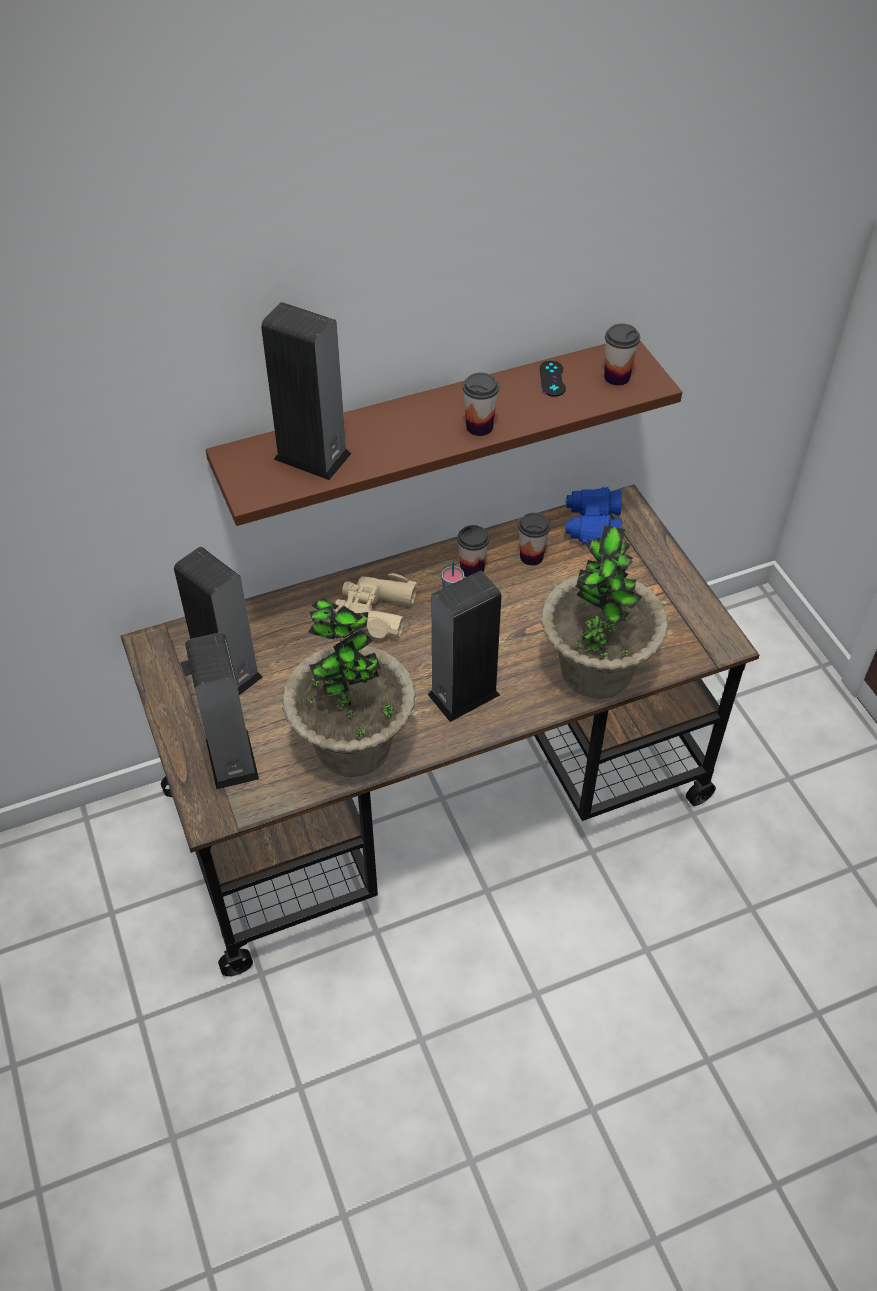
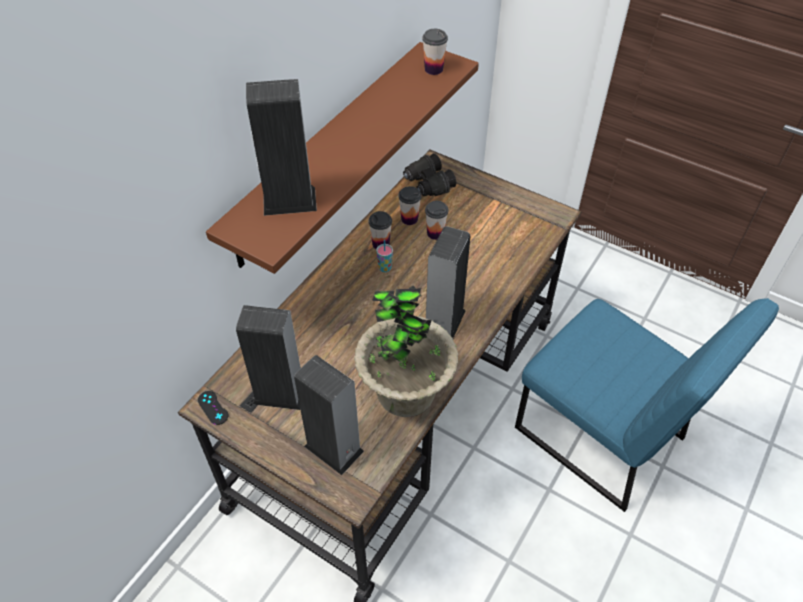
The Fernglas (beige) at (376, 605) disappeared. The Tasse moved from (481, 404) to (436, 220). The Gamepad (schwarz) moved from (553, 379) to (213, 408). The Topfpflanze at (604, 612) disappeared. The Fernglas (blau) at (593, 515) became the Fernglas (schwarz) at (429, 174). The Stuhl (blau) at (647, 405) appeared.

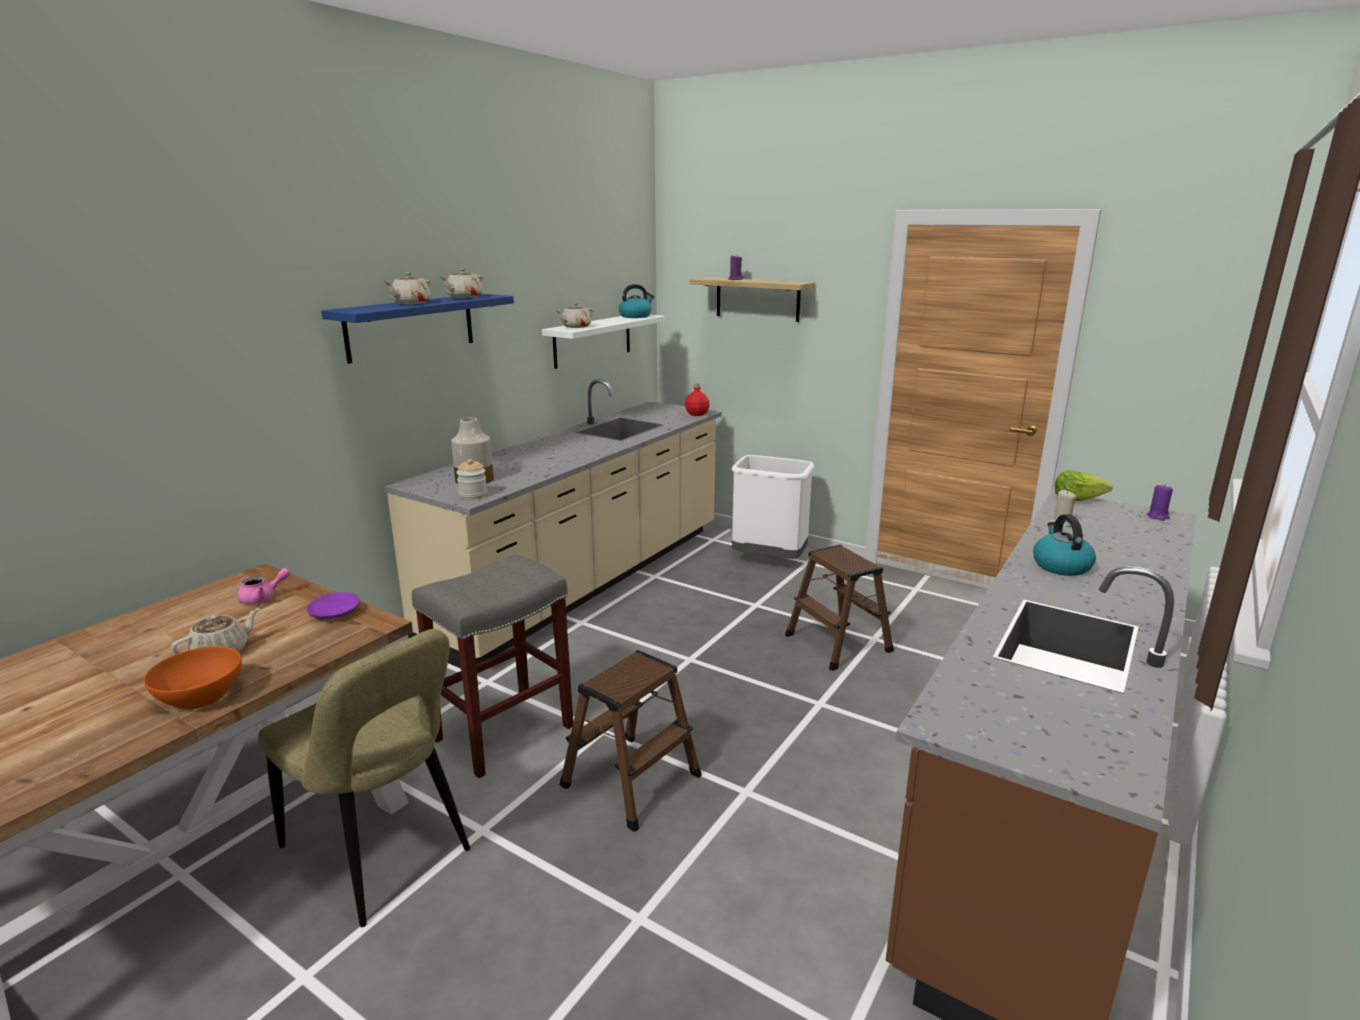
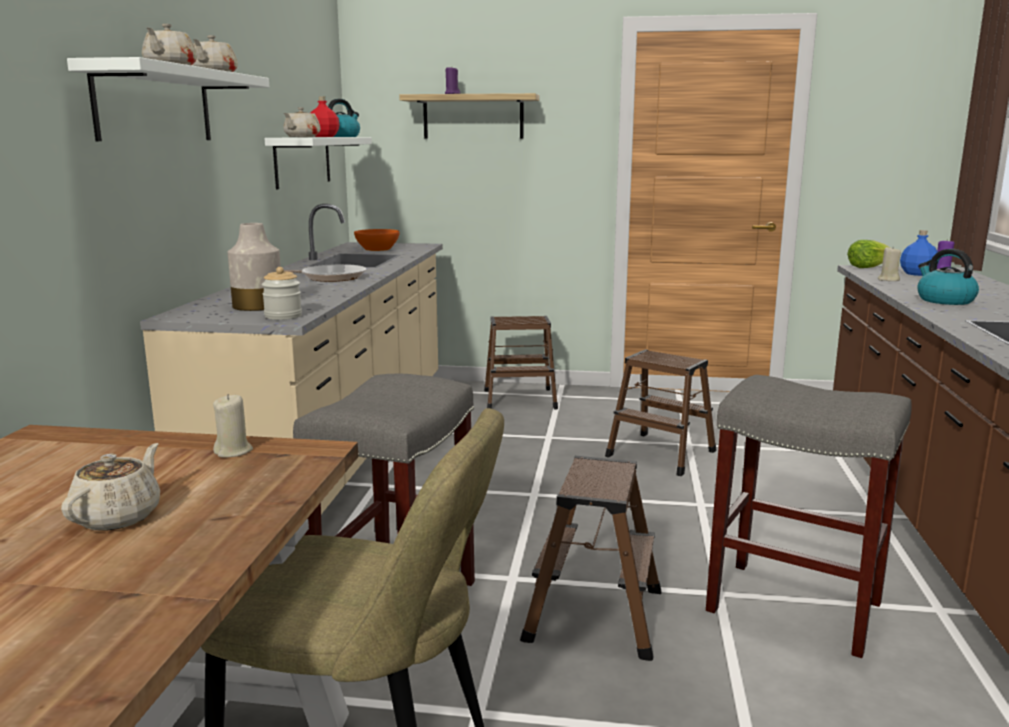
The Schüssel (orange) moved from (193, 678) to (377, 240). The Teekanne (rosa) at (264, 586) disappeared. The Teller (lila) at (333, 605) was replaced by the Kerze (beige) at (233, 425). The Wandregal (blau) at (417, 329) became the Wandregal (weiß) at (168, 99). The Flasche (rot) moved from (697, 400) to (325, 116). The Mülleimer (weiß) at (773, 507) was replaced by the Trittleiter (braun) at (521, 363). The Pfanne at (325, 273) appeared. The Hocker (grau) at (809, 516) appeared. The Flasche (blau) at (919, 253) appeared.

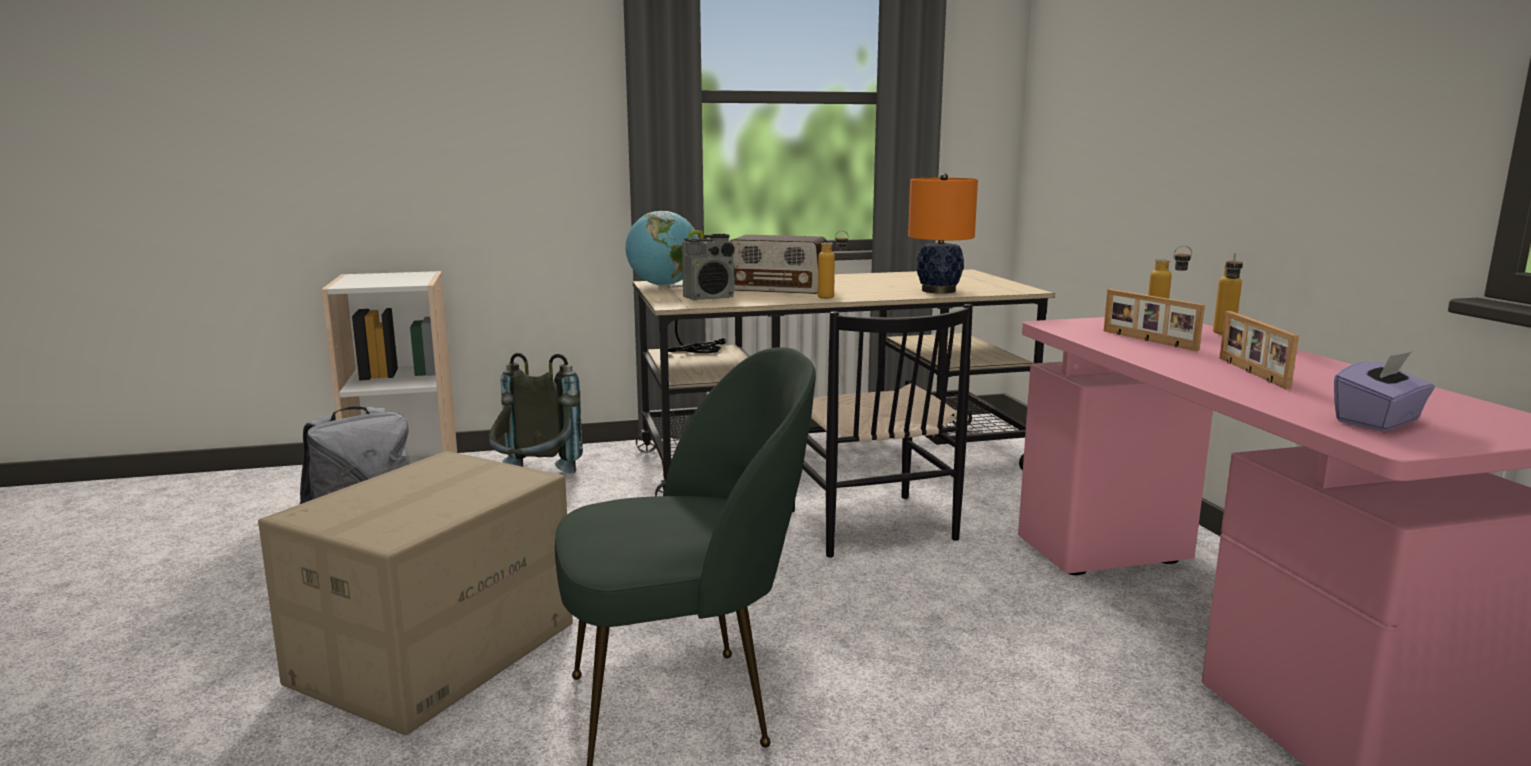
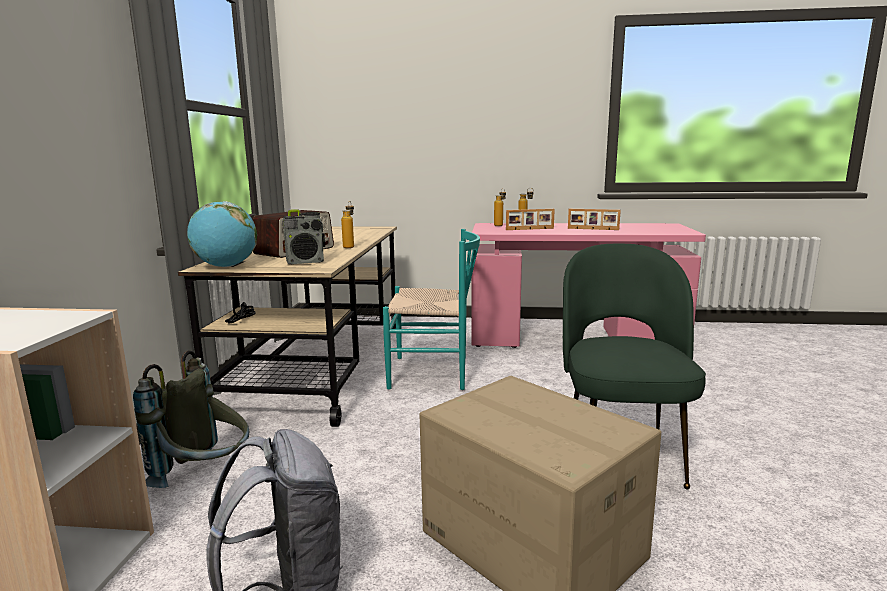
The Radio at (709, 265) turned 75 degrees clockwise. The Stuhl (schwarz) at (882, 431) became the Stuhl (türkis) at (431, 309). The Tischlampe (orange) at (943, 233) disappeared. The Taschentuchbox (lila) at (1384, 391) disappeared.

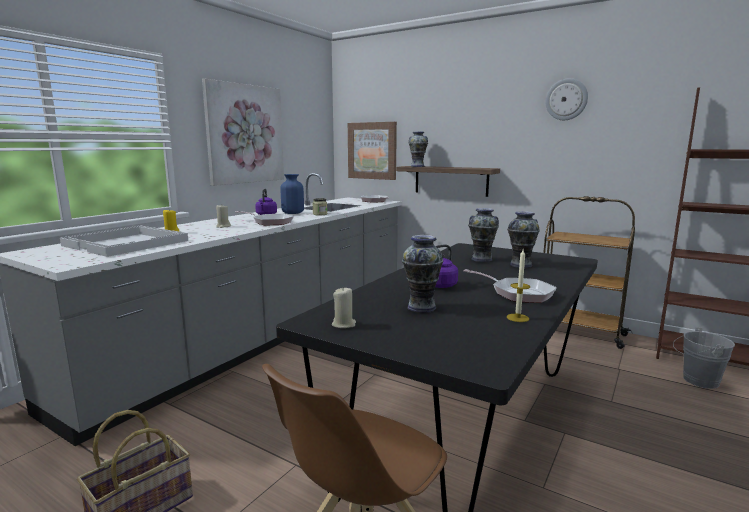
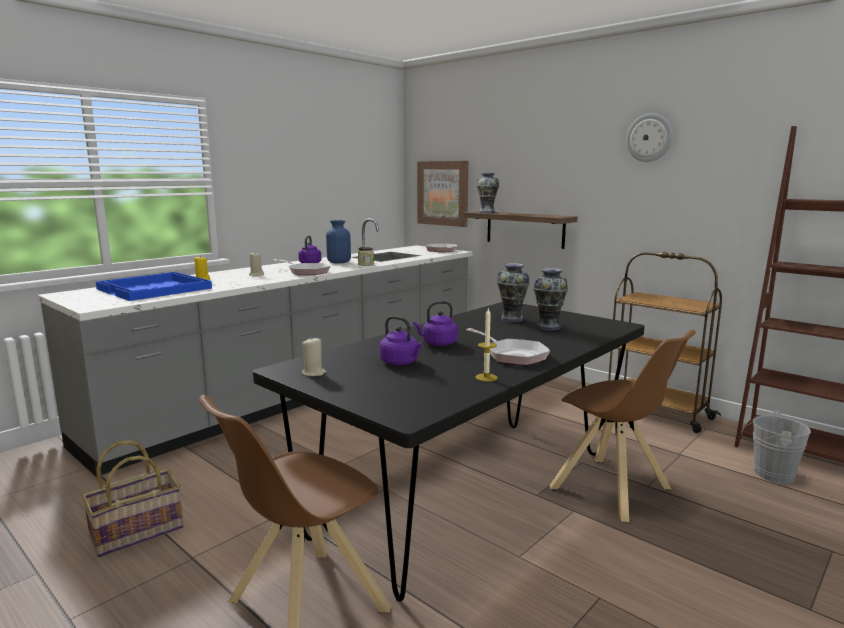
The Tablett (weiß) at (124, 241) became the Tablett (blau) at (154, 286). The Bild at (243, 132) disappeared. The Vase at (422, 274) was replaced by the Wasserkessel (lila) at (401, 340). The Stuhl (braun) at (623, 426) appeared.

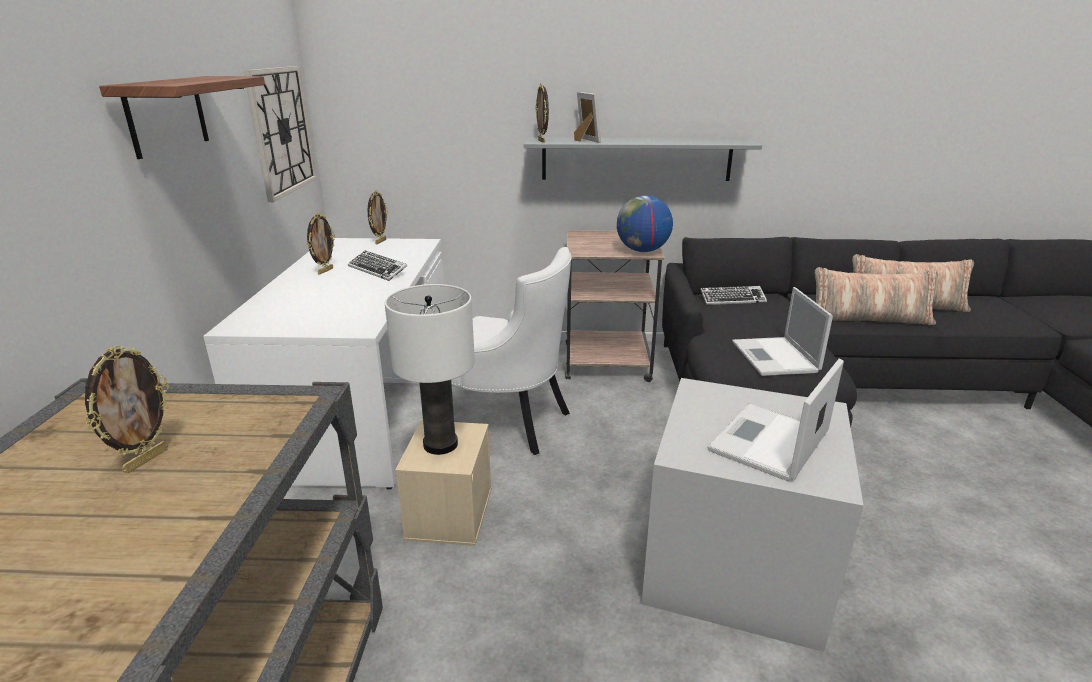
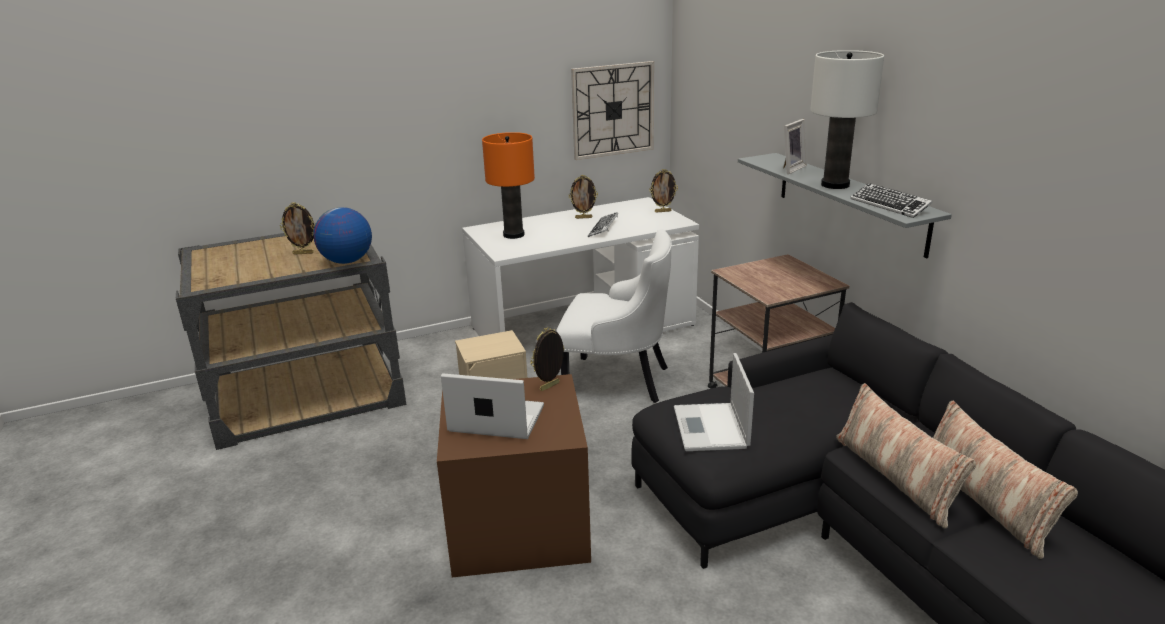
The Wandregal at (182, 117) disappeared. The Tischlampe (weiß) moved from (430, 369) to (847, 119). The Stuhl (weiß) at (511, 351) turned 75 degrees counterclockwise. The Bilderrahmen moved from (542, 113) to (547, 359). The Globus moved from (645, 223) to (342, 235). The Aufbewahrungsbox (grau) at (753, 515) became the Aufbewahrungsbox (braun) at (514, 476). The Tastatur moved from (733, 295) to (891, 200). The Laptop at (782, 331) turned 60 degrees counterclockwise. The Tischlampe (orange) at (508, 185) appeared.

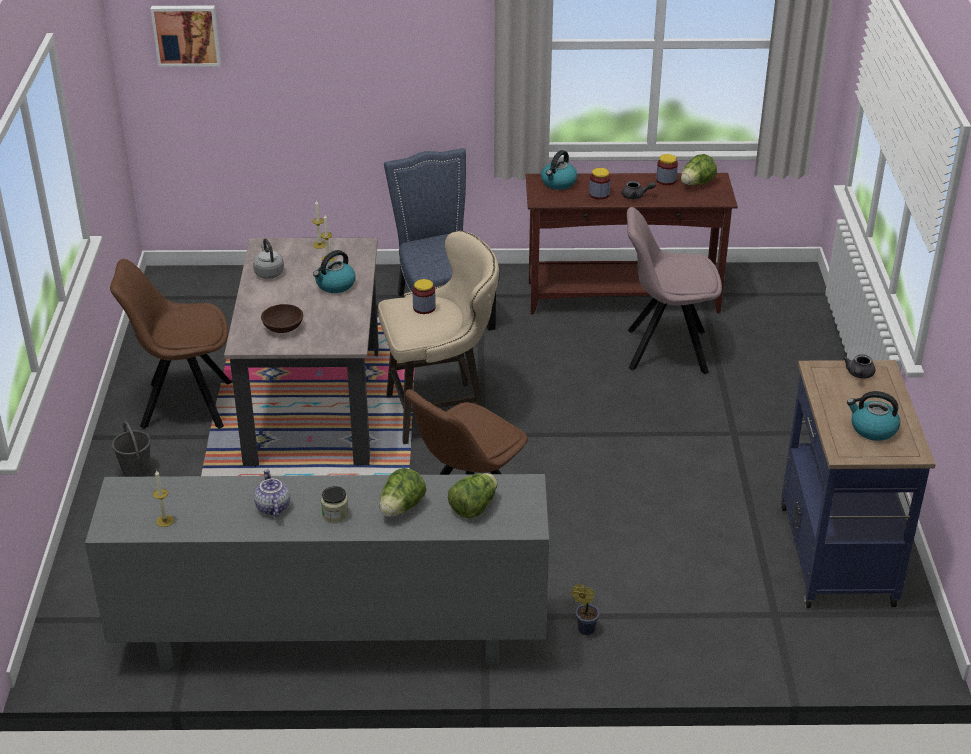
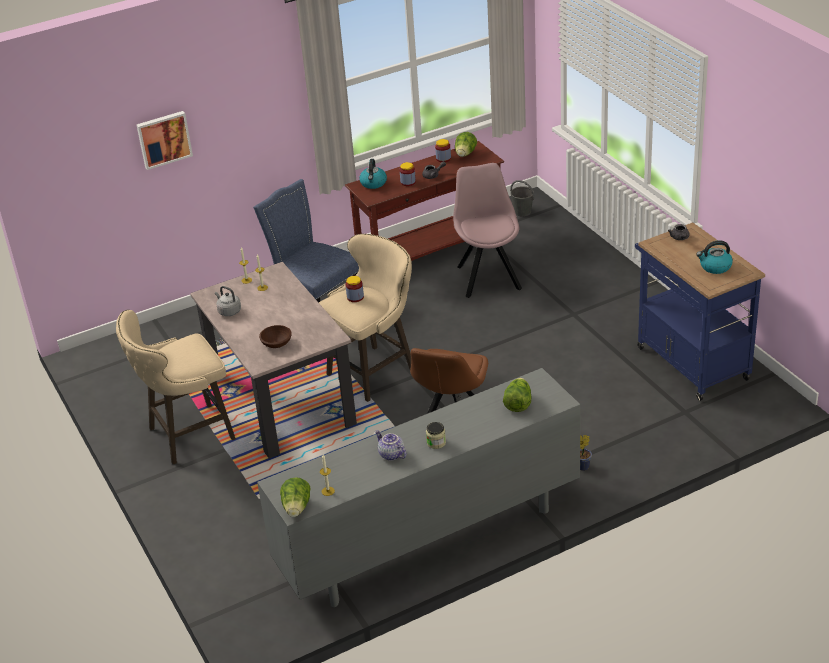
The Stuhl (braun) at (171, 344) was replaced by the Hocker (beige) at (176, 387). The Eimer (grau) moved from (131, 449) to (522, 198). The Bild moved from (186, 36) to (164, 140). The Wasserkessel at (334, 271) disappeared. The Salatkopf moved from (402, 492) to (295, 497). The Stuhl (rosa) at (674, 290) turned 105 degrees clockwise.

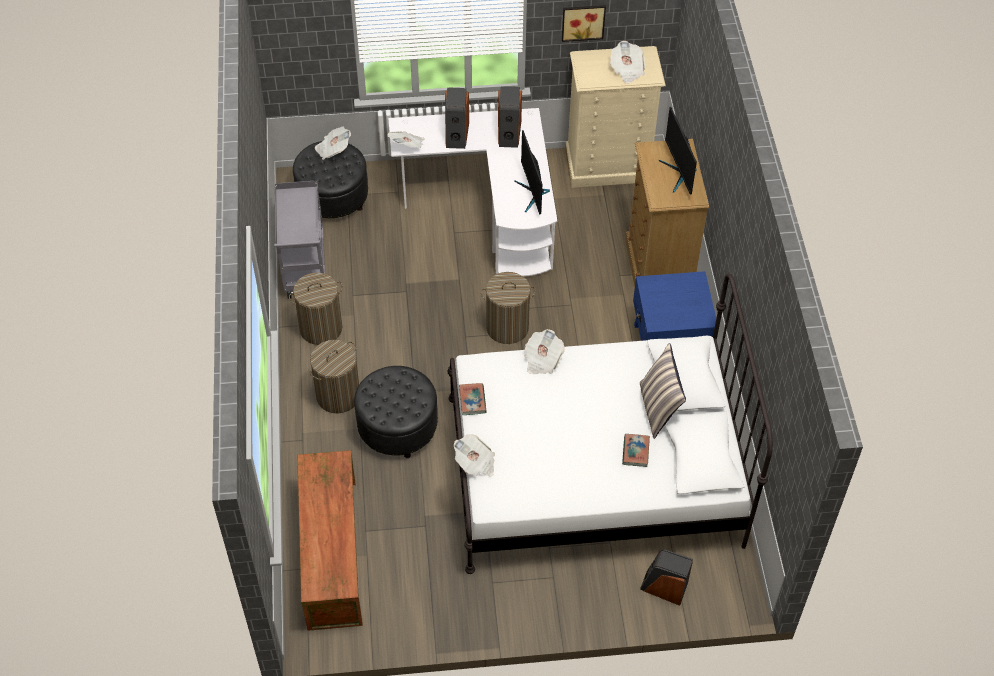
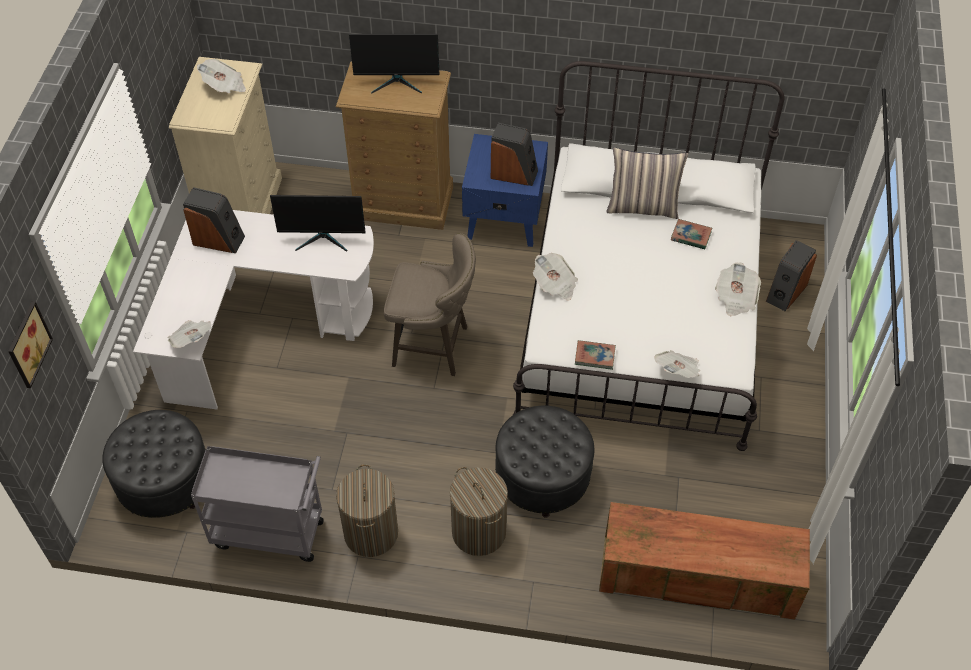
The Zeitung moved from (333, 143) to (738, 289). The Lautsprecher moved from (457, 118) to (514, 154). The Wäschekorb at (508, 308) was replaced by the Hocker (beige) at (430, 304). The Bild moved from (584, 23) to (30, 344).

